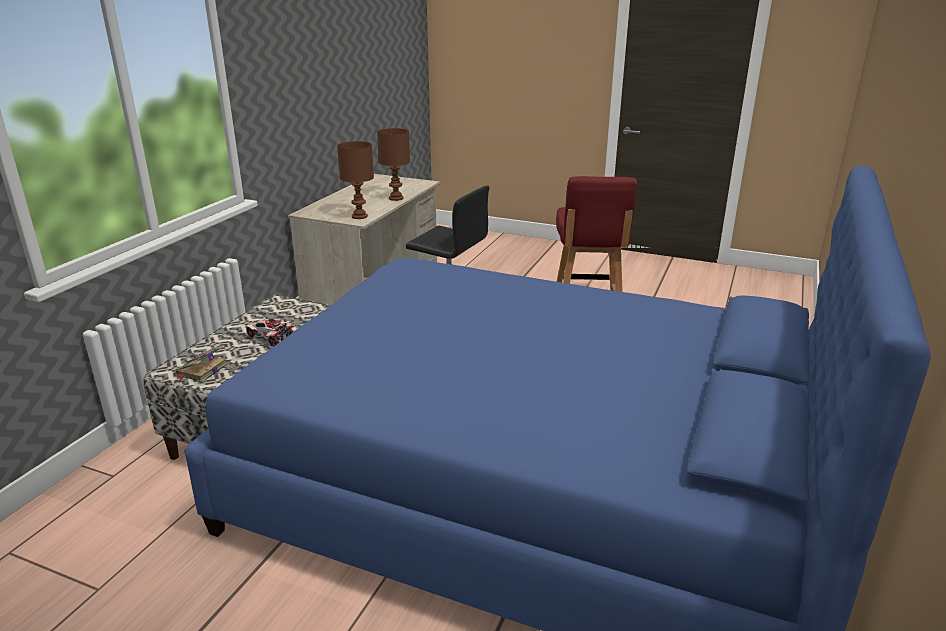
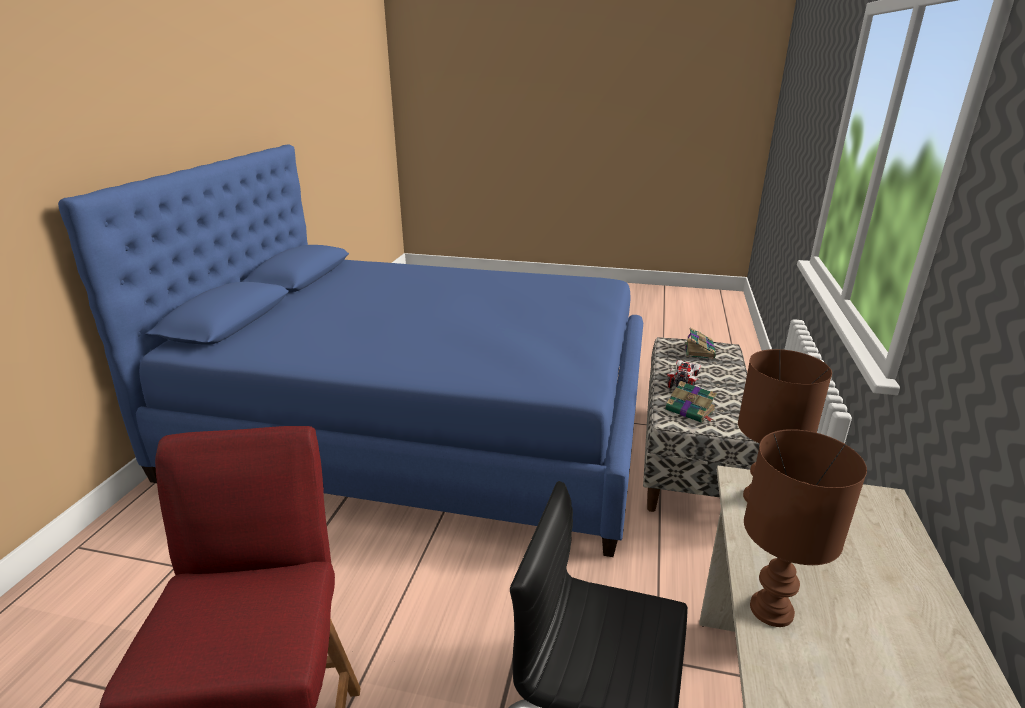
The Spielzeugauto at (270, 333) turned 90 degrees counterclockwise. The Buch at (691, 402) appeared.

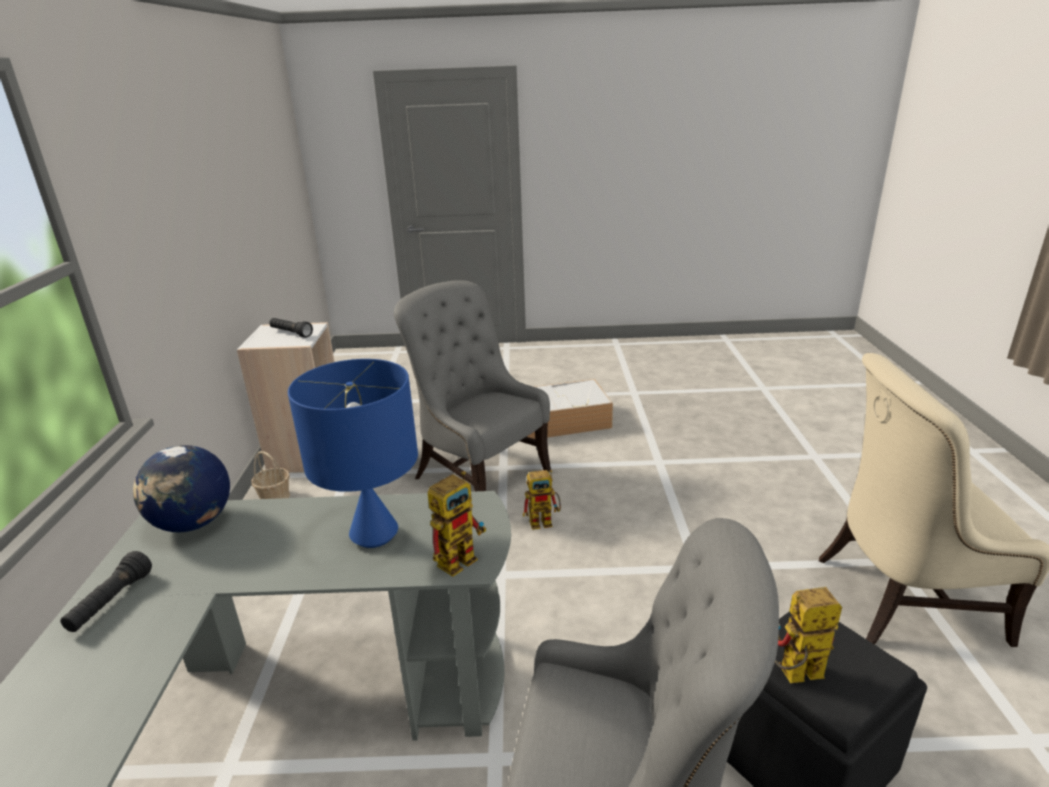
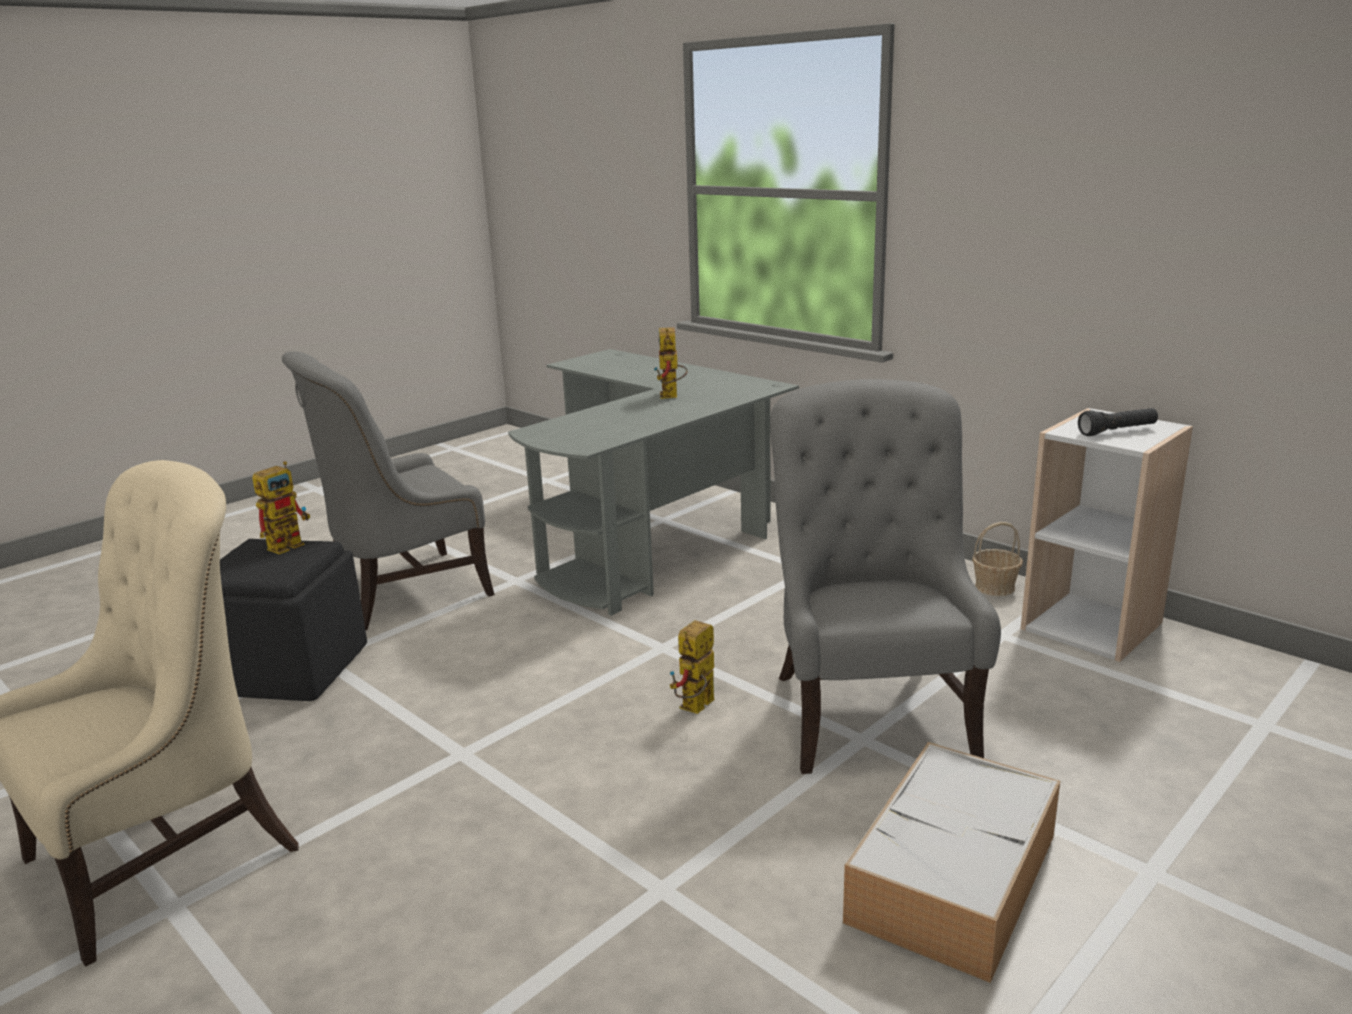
The Taschenlampe (schwarz) at (106, 591) disappeared. The Globus at (181, 488) disappeared. The Tischlampe (blau) at (353, 453) disappeared. The Stuhl (grau) at (472, 385) turned 90 degrees counterclockwise. The Spielzeugroboter moved from (457, 524) to (671, 363).

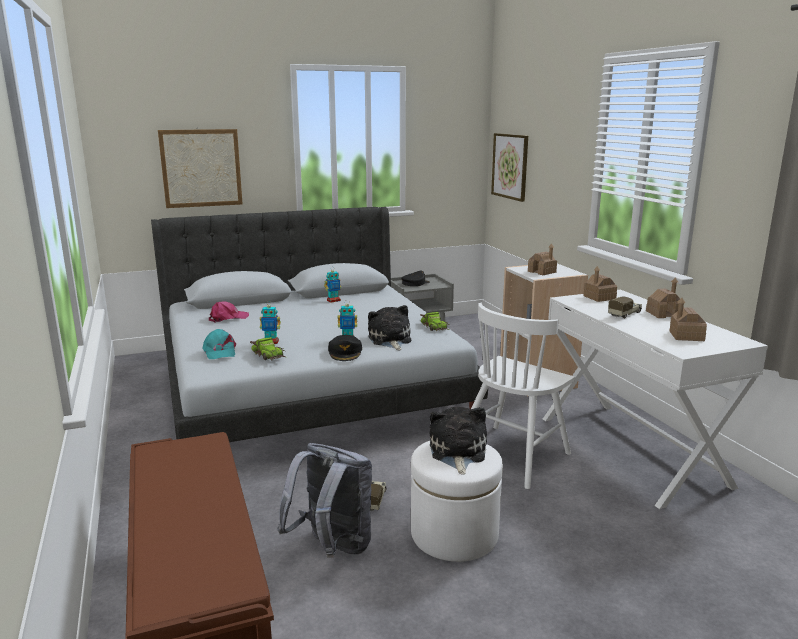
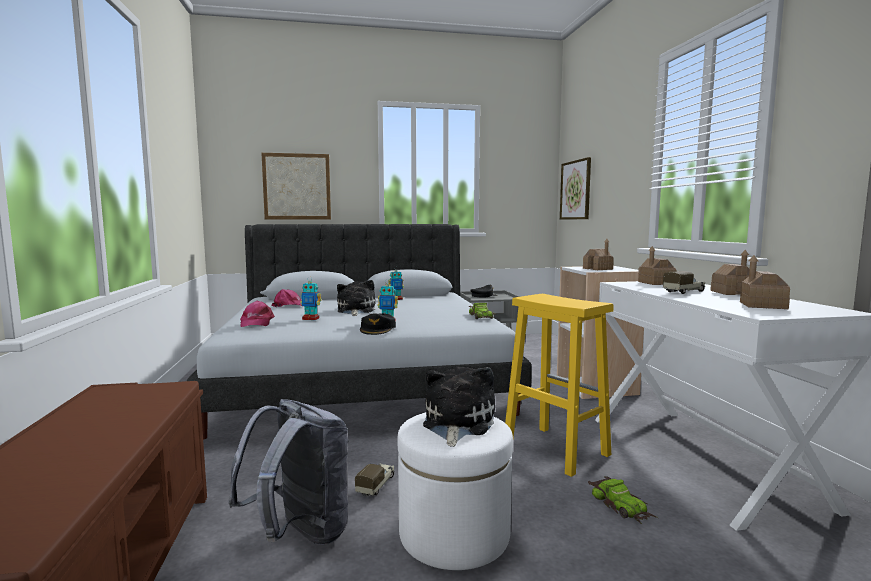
The Kappe (türkis) at (219, 344) became the Kappe (rosa) at (257, 314). The Spielzeugauto moved from (268, 348) to (623, 500). The Plüschtier moved from (389, 327) to (356, 298). The Stuhl (weiß) at (523, 395) was replaced by the Hocker (gelb) at (559, 385).

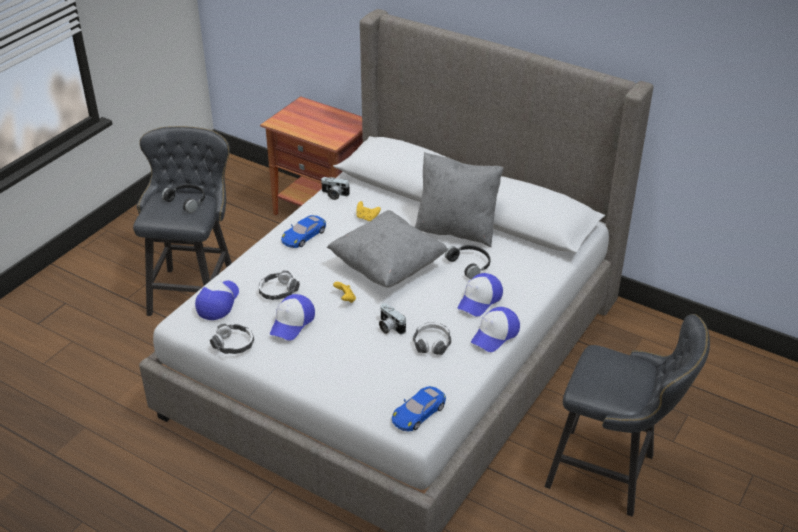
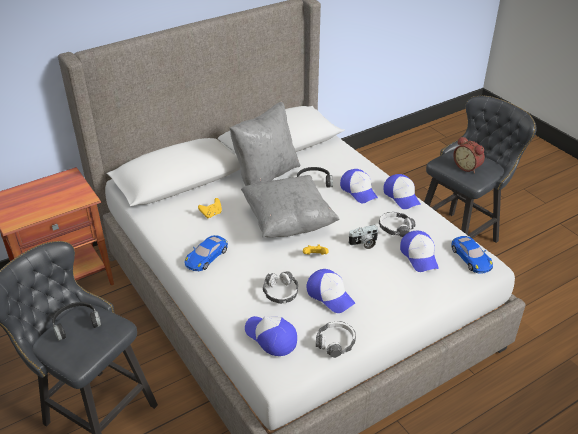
The Spielzeugauto (blau) at (303, 231) turned 60 degrees clockwise. The Kamera at (335, 188) disappeared. The Kappe at (419, 251) appeared. The Wecker at (469, 155) appeared.

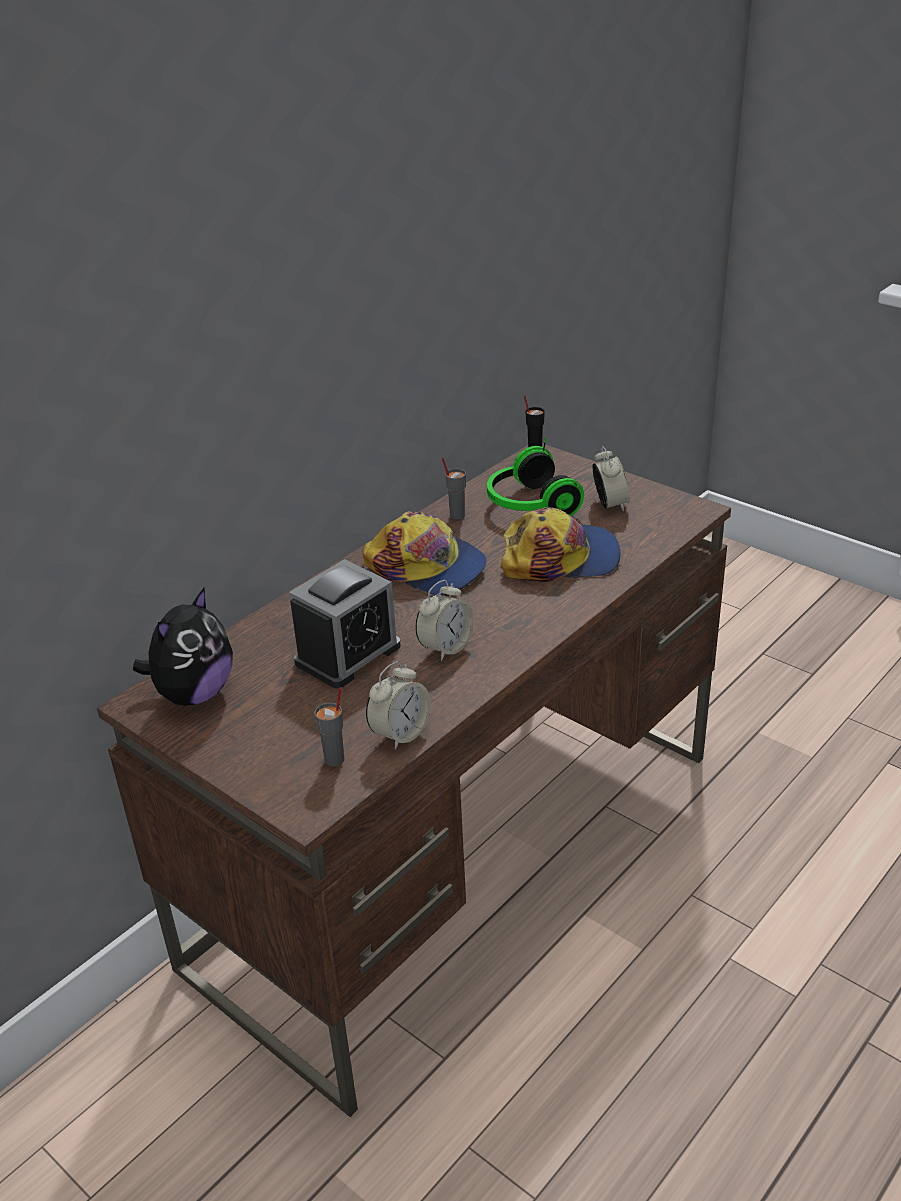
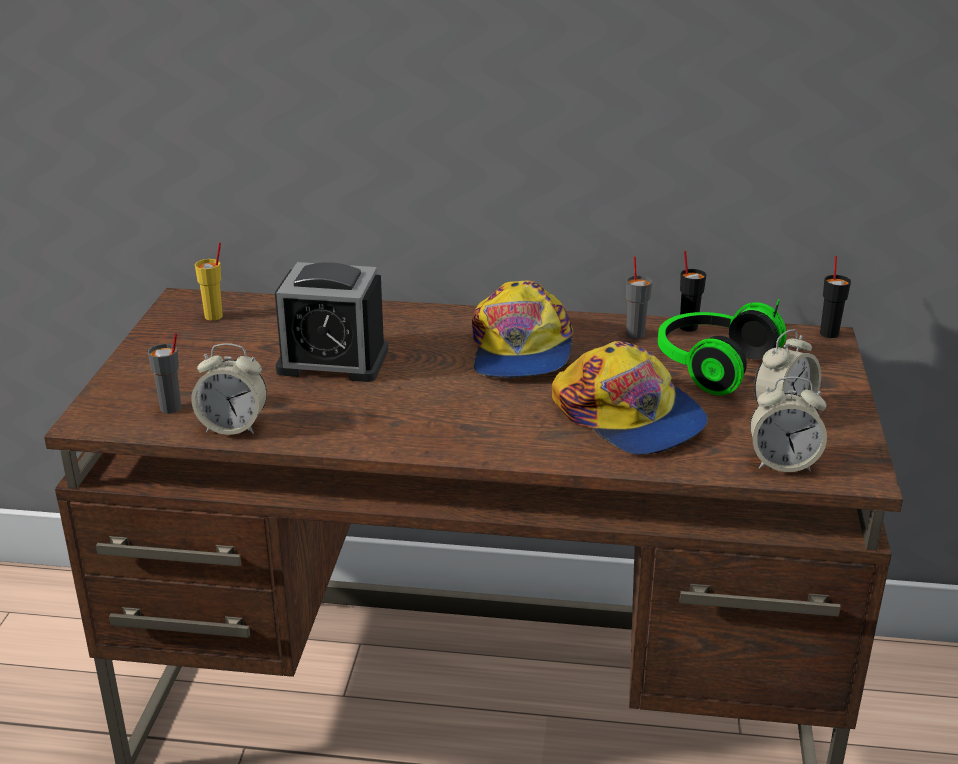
The Plüschtier at (183, 646) was replaced by the Tasse (gelb) at (209, 281). The Wecker moved from (444, 620) to (788, 424). The Tasse (schwarz) at (693, 291) appeared.

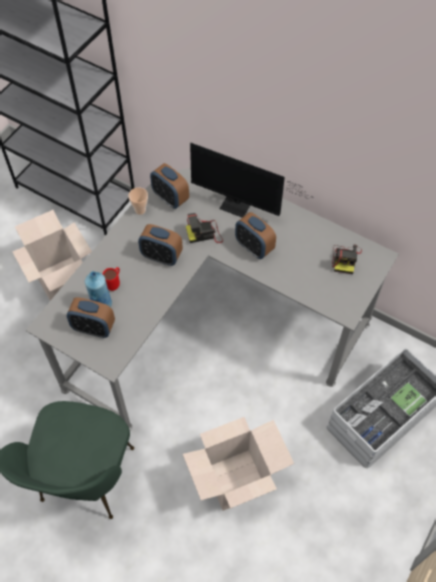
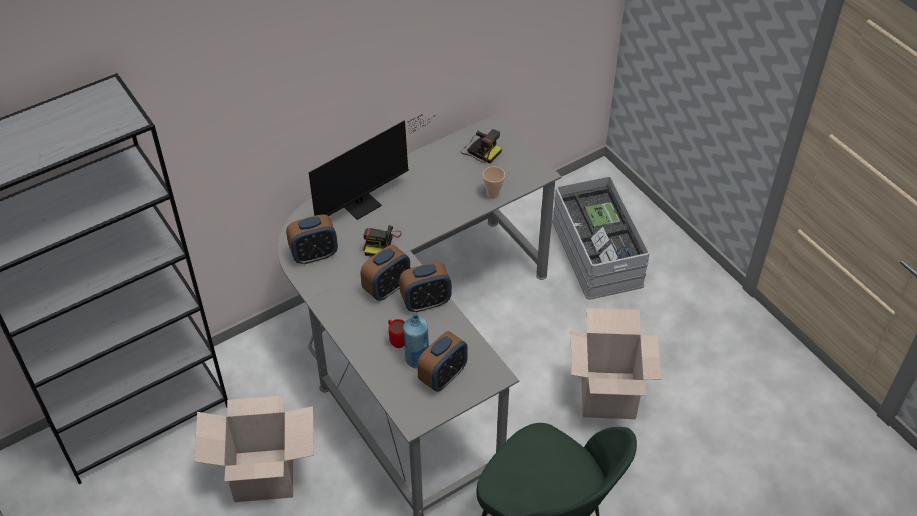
The Tasse moved from (138, 201) to (494, 182). The Wecker moved from (255, 235) to (425, 287).

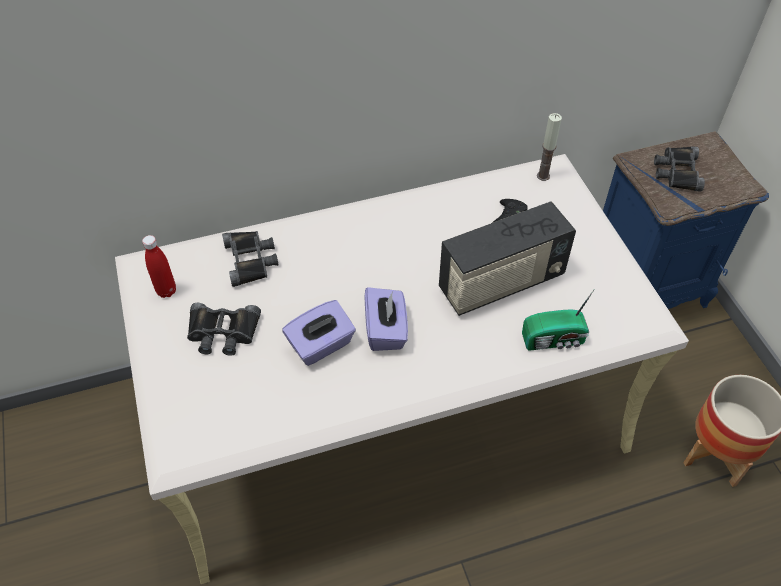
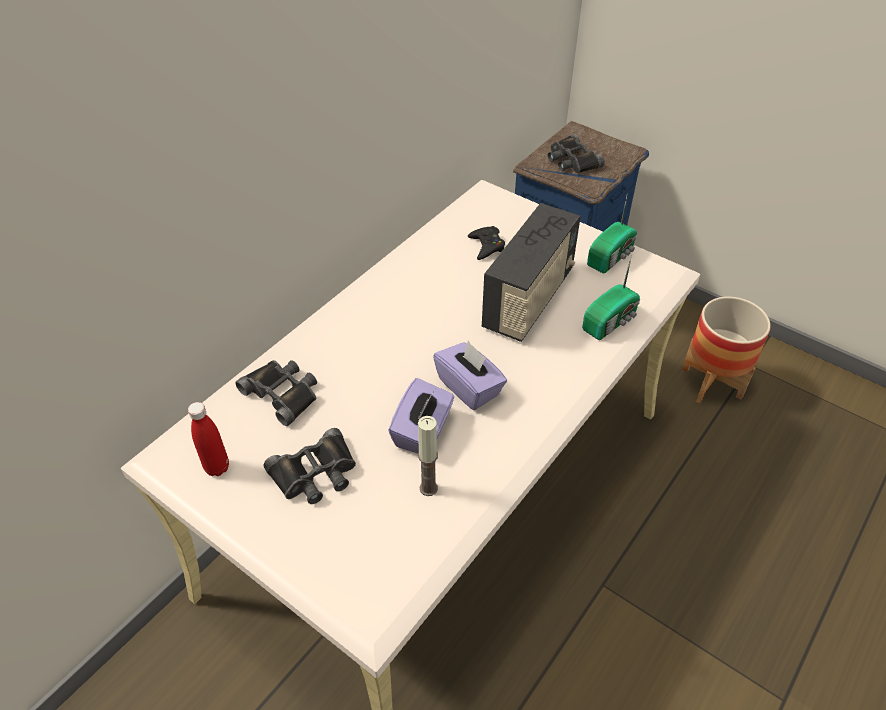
The Kerze moved from (549, 147) to (428, 456). The Radio at (612, 233) appeared.

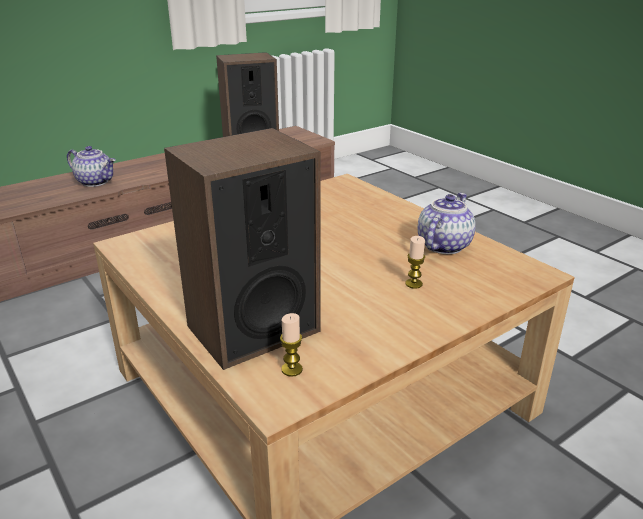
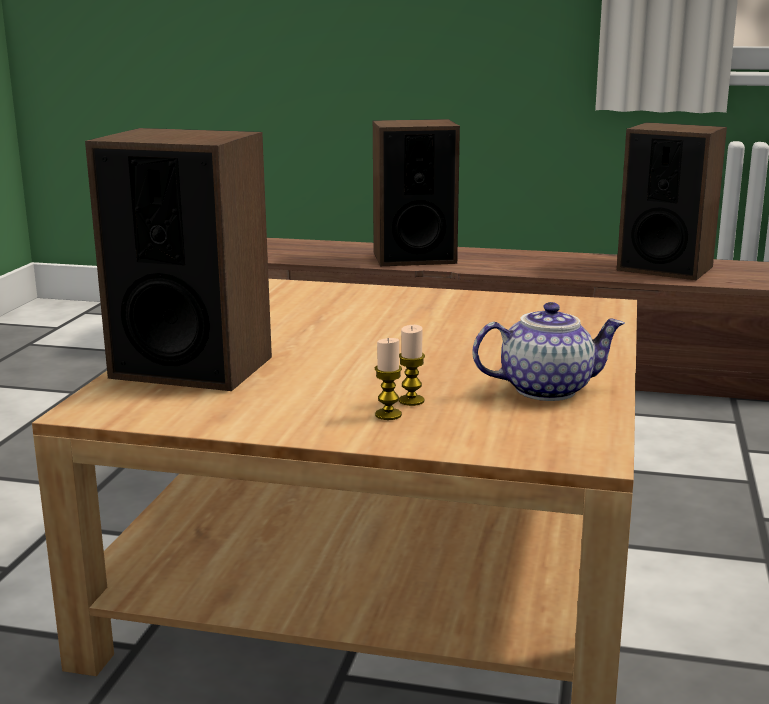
The Teekanne at (91, 166) was replaced by the Lautsprecher at (416, 192). The Kerze moved from (291, 345) to (388, 379).

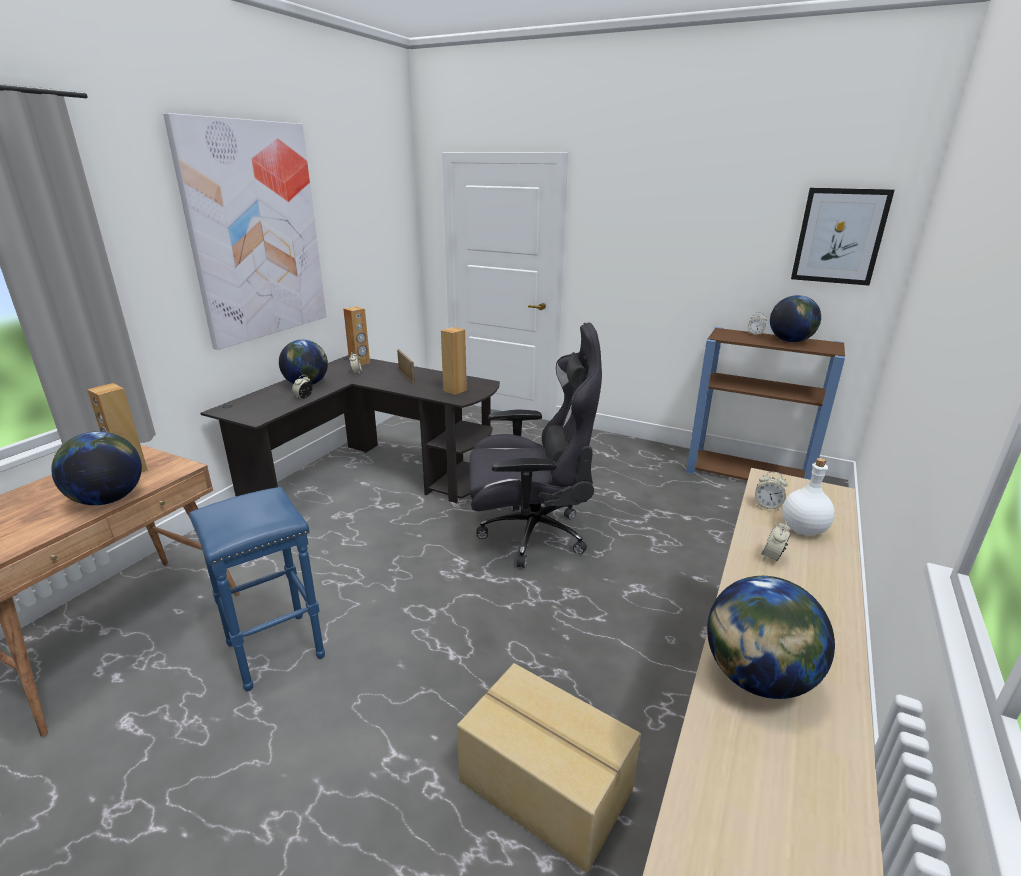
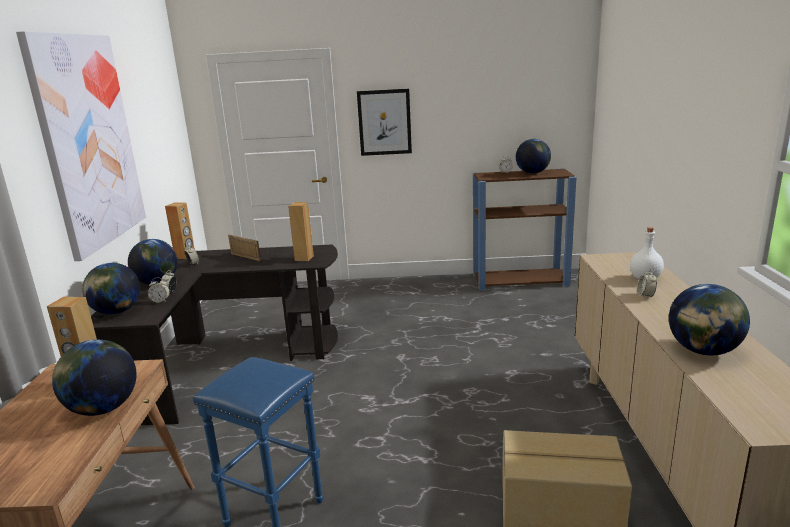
The Bürostuhl (schwarz) at (535, 445) disappeared. The Wecker moved from (771, 491) to (159, 290). The Bild moved from (843, 237) to (384, 122). The Globus at (111, 289) appeared.

